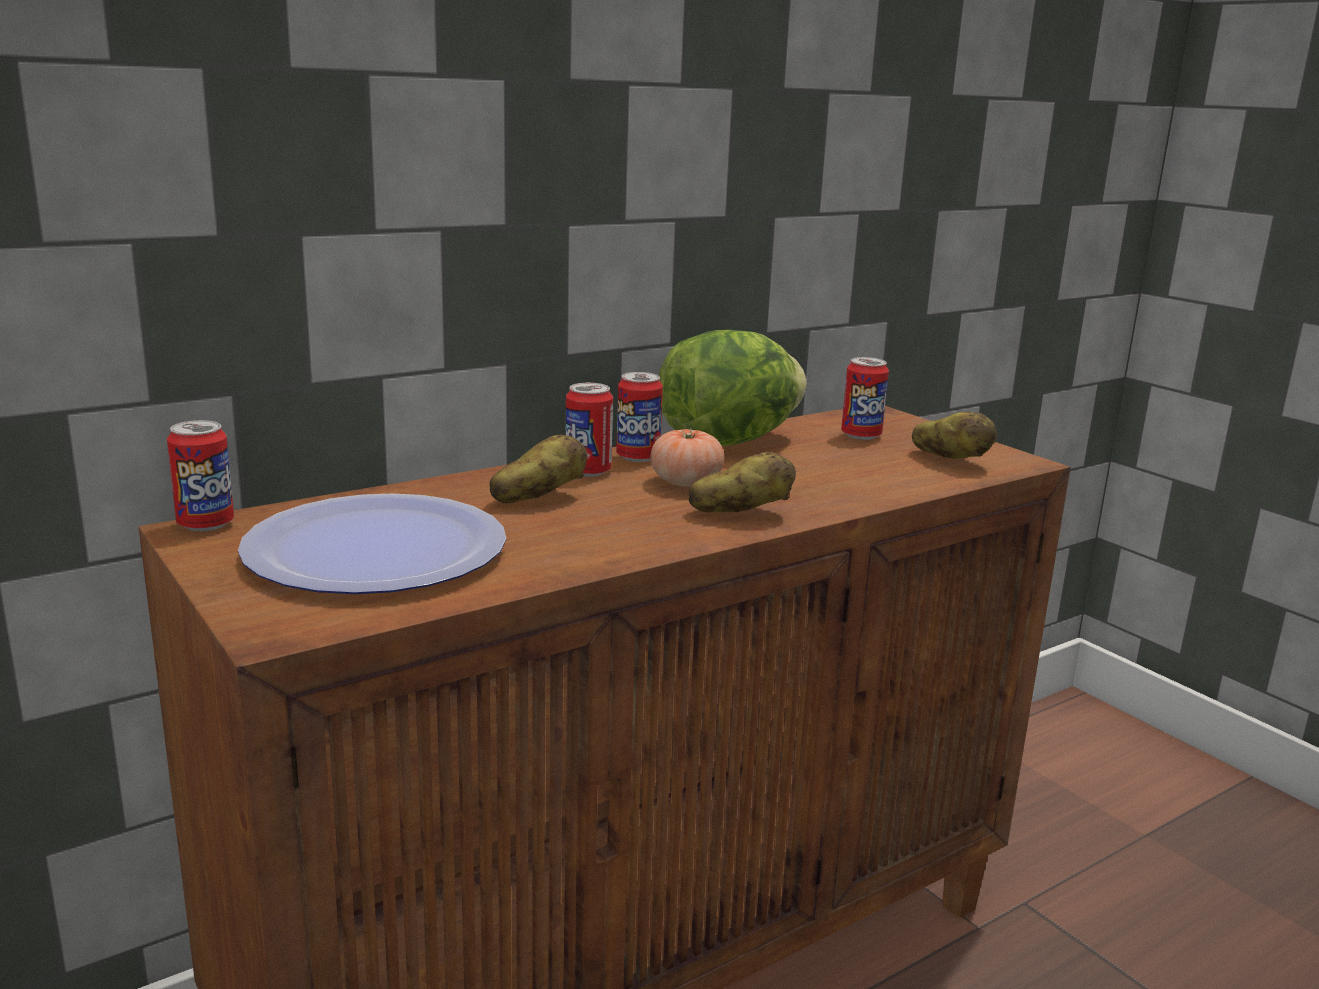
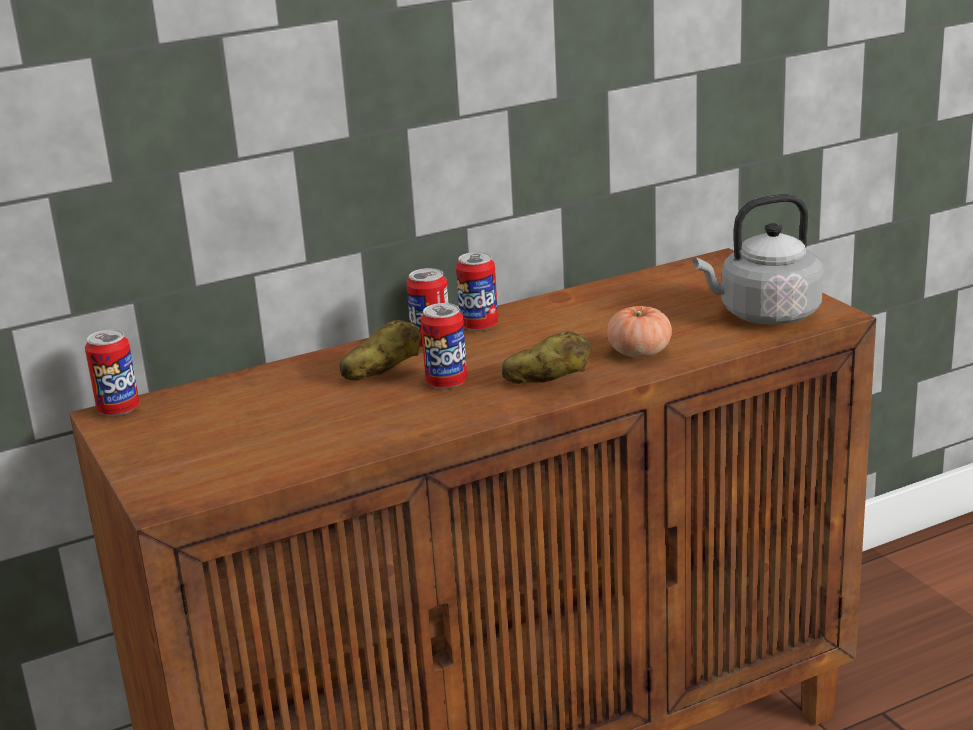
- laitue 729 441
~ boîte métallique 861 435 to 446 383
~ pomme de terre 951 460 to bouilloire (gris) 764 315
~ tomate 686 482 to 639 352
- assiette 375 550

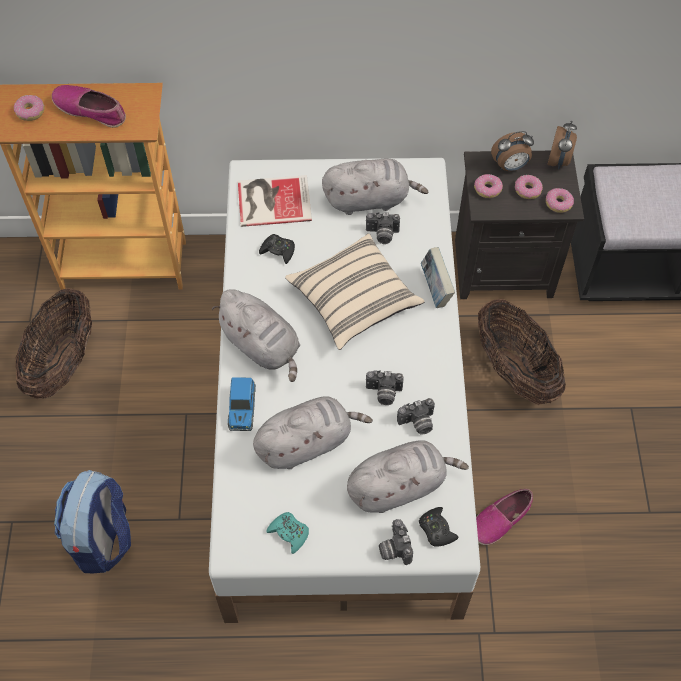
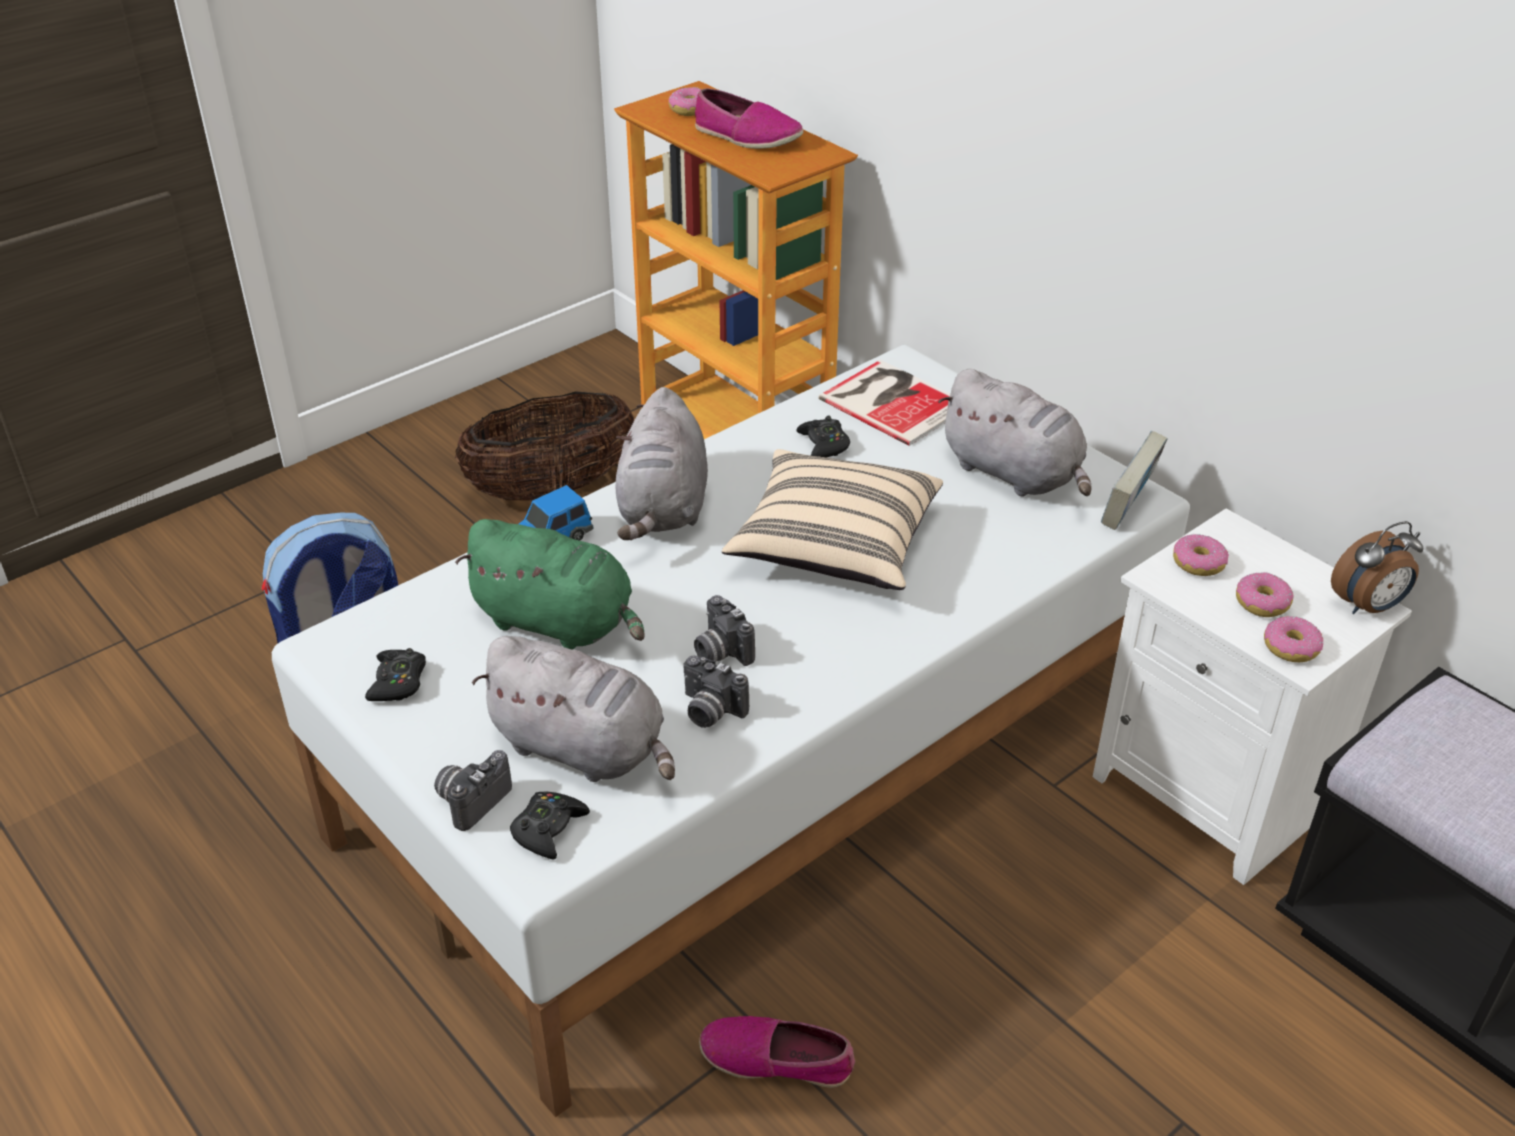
~ chaussure 91 110 = 747 136 135 degrees clockwise
- réveil 510 166
~ table de chevet (noir) 504 266 to table de chevet (blanc) 1215 793
- appareil photo 382 235
~ livre 435 289 to 1128 510
- panier 514 370
~ peluche (gris) 307 442 to peluche (vert) 559 623
~ manette (turquoise) 289 533 to manette (noir) 398 682

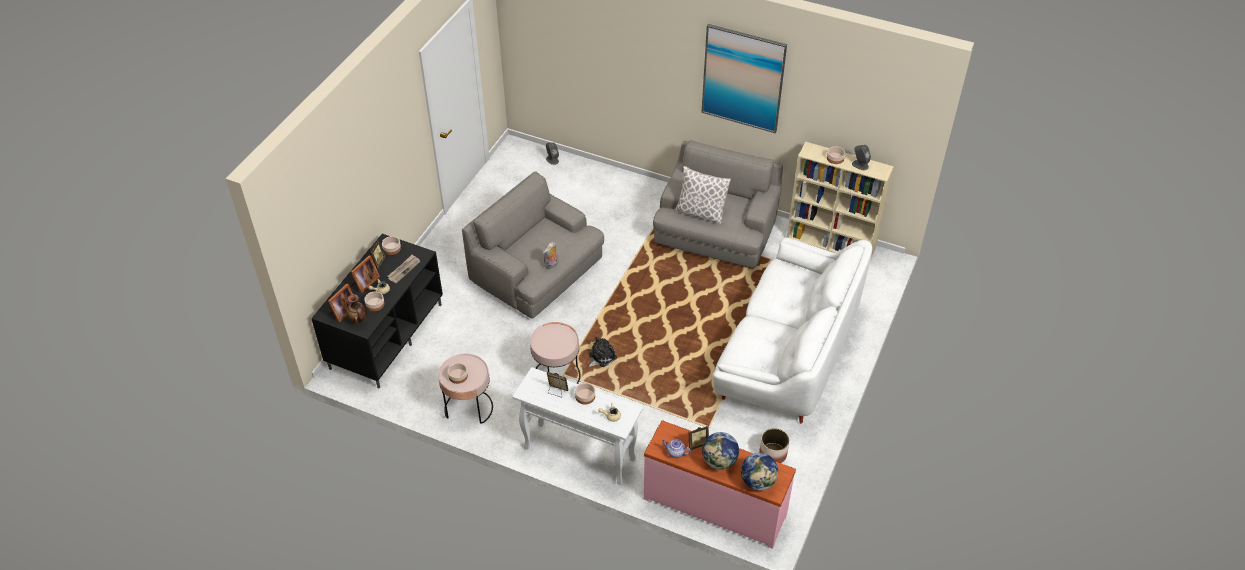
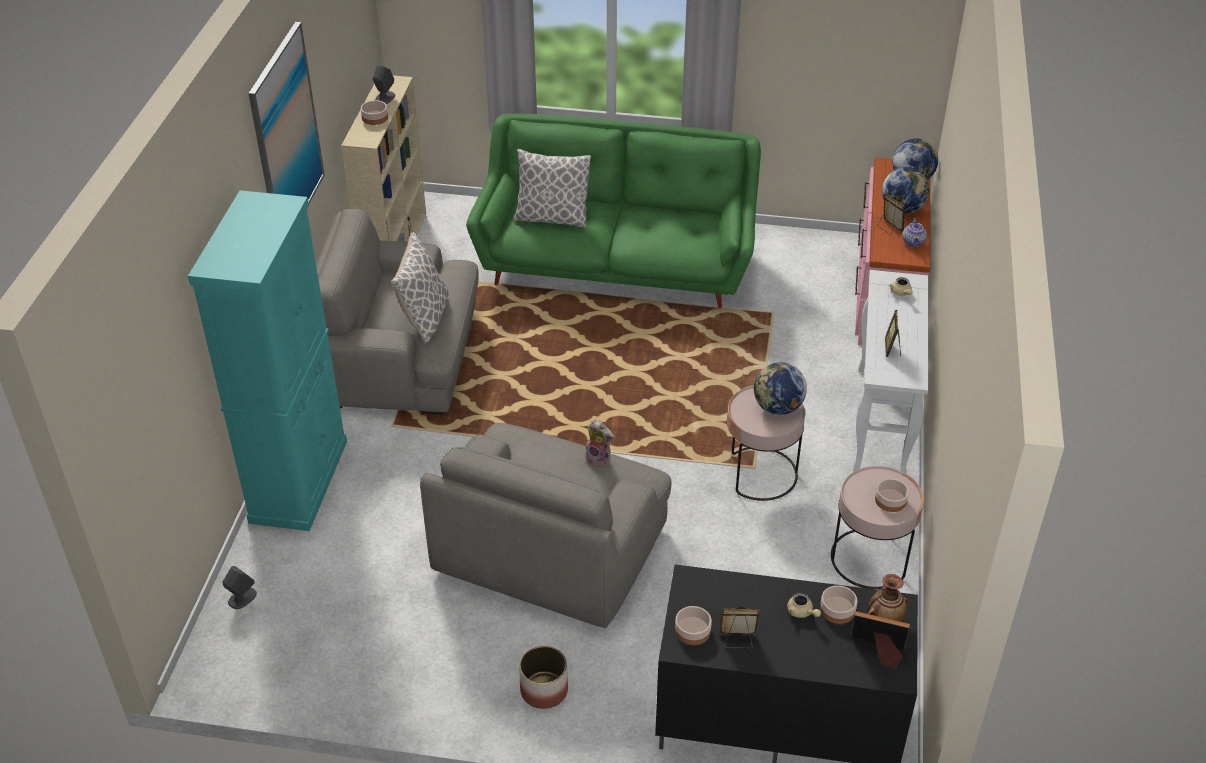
~ canapé (blanc) 787 353 to canapé (vert) 617 264
- journal 404 269
- cadre photo 365 283
- peluche 600 357
- bol 585 396
~ cache-pot 772 454 to 544 690
+ coussin 552 218
+ meuble de rangement (turquoise) 299 481
+ globe 777 407

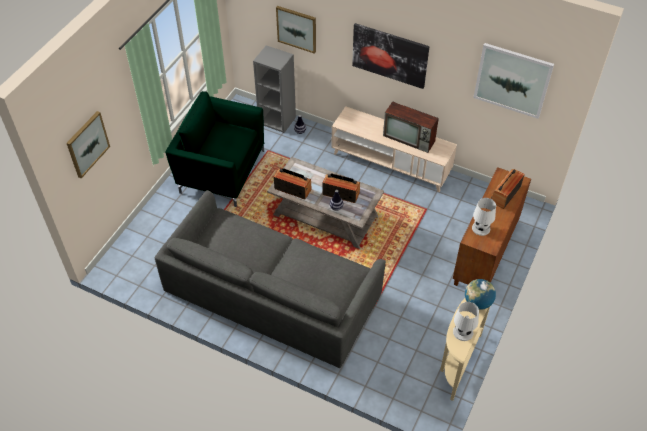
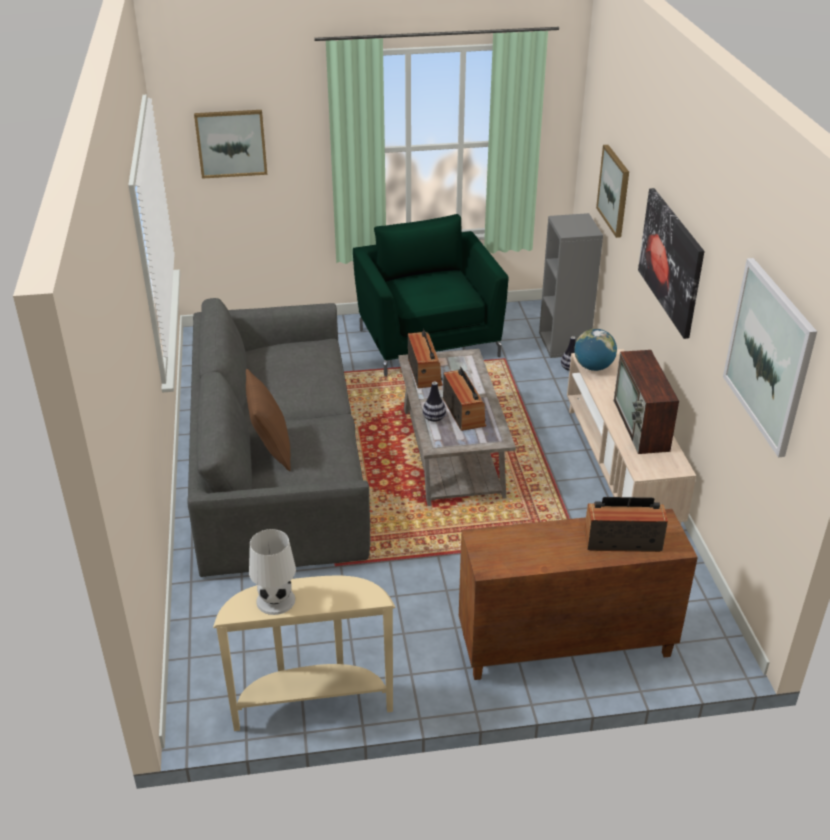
- lampe de table (blanc) 481 228
~ globe 478 302 to 593 367
+ coussin (marron) 271 449

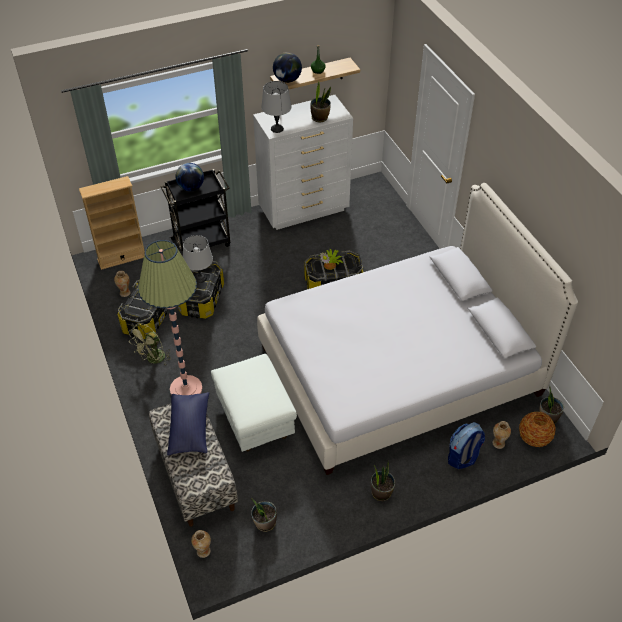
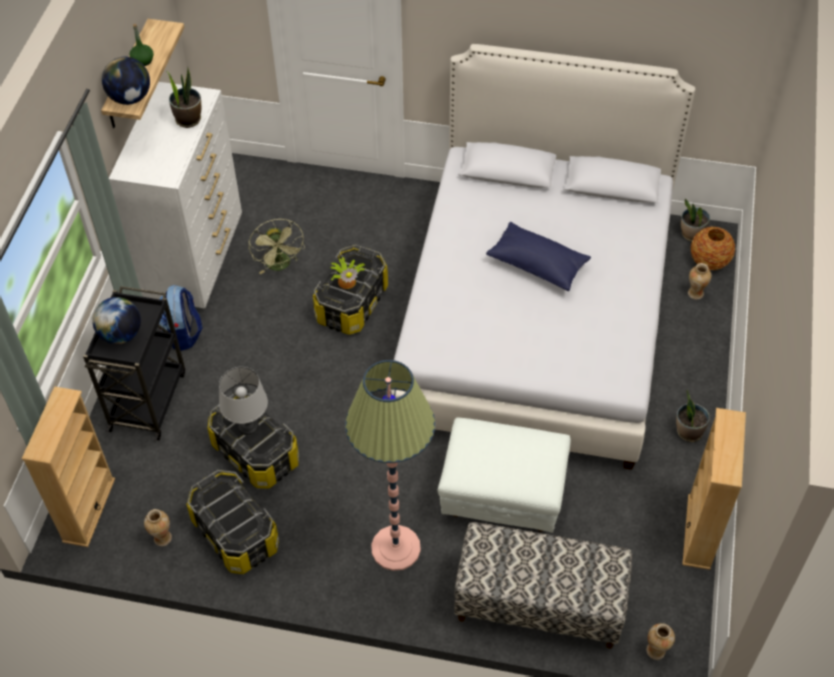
- lampe de table (gris) 277 129
~ ventilateur (vert) 153 360 to 280 266
~ coussin (bleu) 190 429 to 537 264
~ sac à dos 463 457 to 183 334
- plante en pot 265 523
+ bibliothèque (beige) 699 531

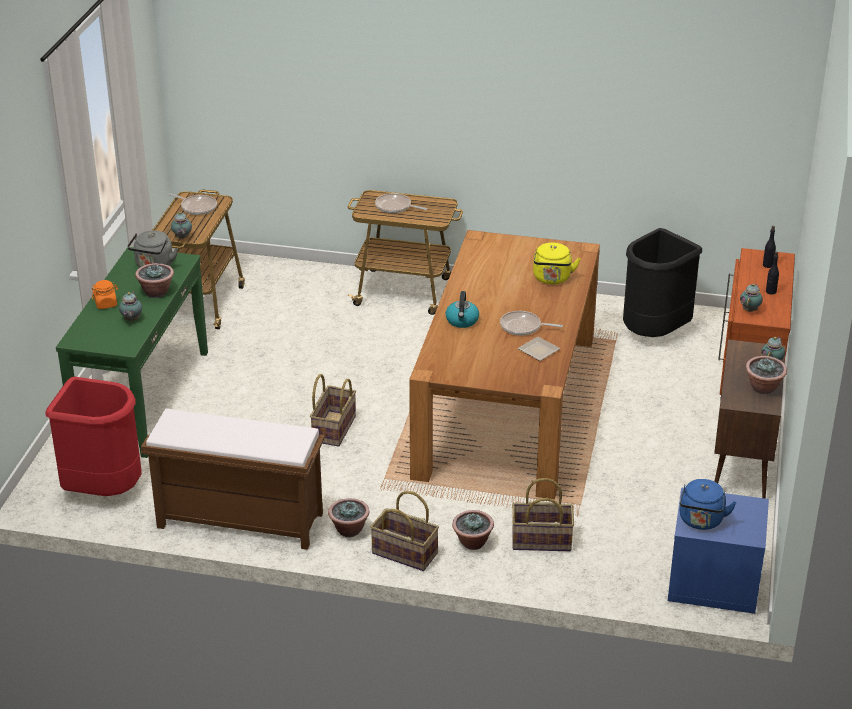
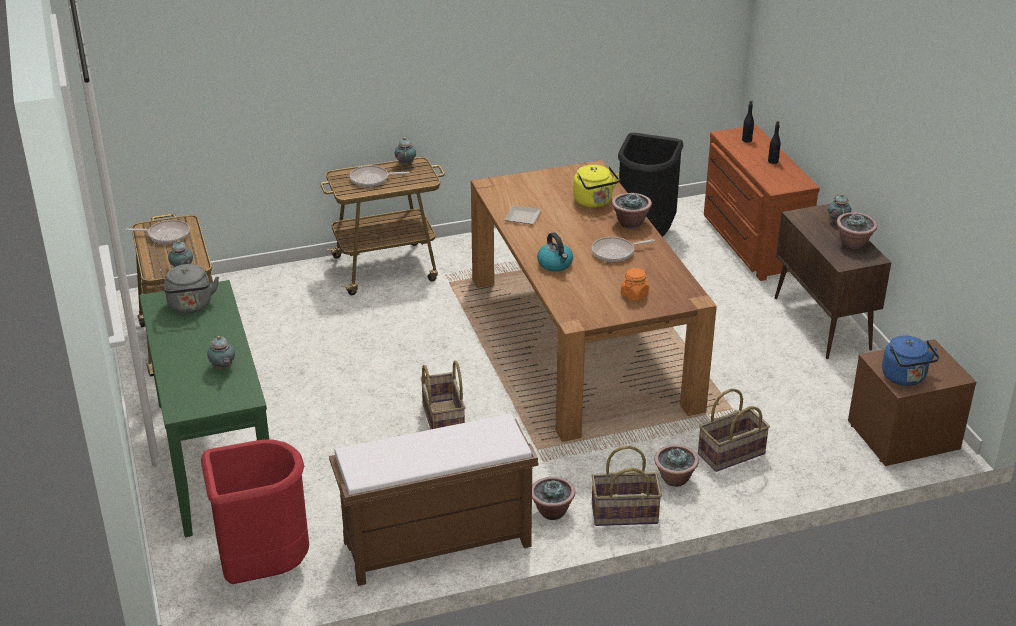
~ plante en pot 156 292 to 630 223
~ bocal (orange) 106 304 to 634 294
~ théière 750 309 to 406 164
~ assiette 538 351 to 523 217
~ table de chevet (bleu) 712 583 to table de chevet (marron) 903 436

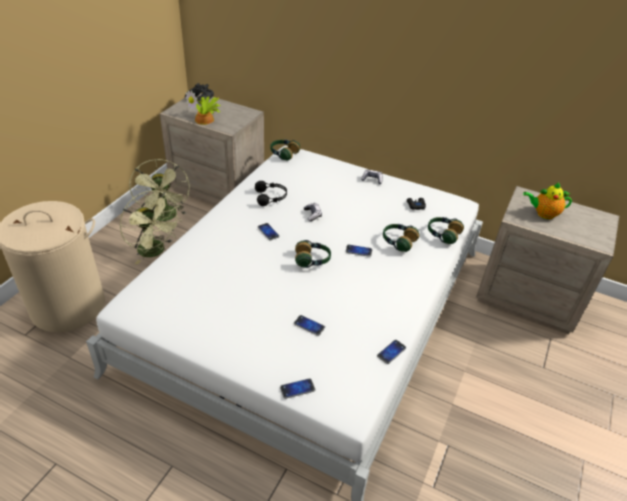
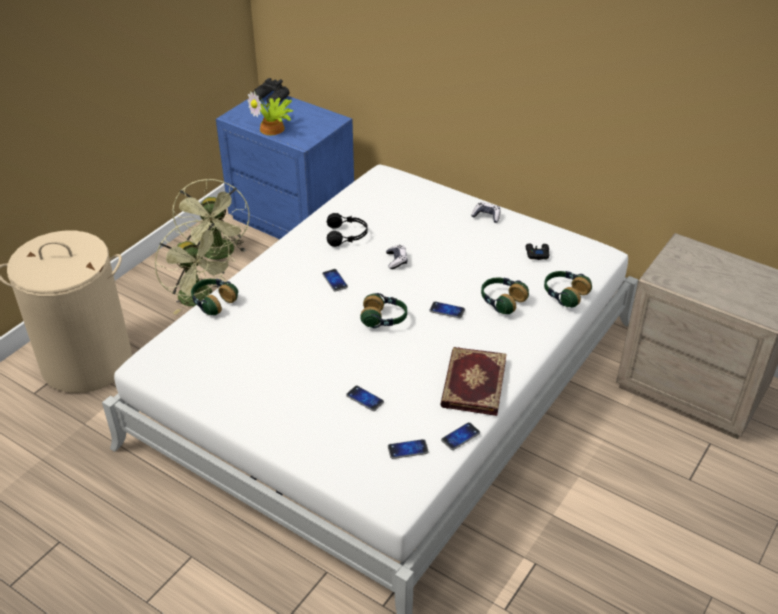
~ table de chevet (beige) 218 189 to table de chevet (bleu) 293 218
~ casque audio 283 154 to 213 302
- théière 543 214
~ téléphone 297 389 to 408 449
+ livre 472 383

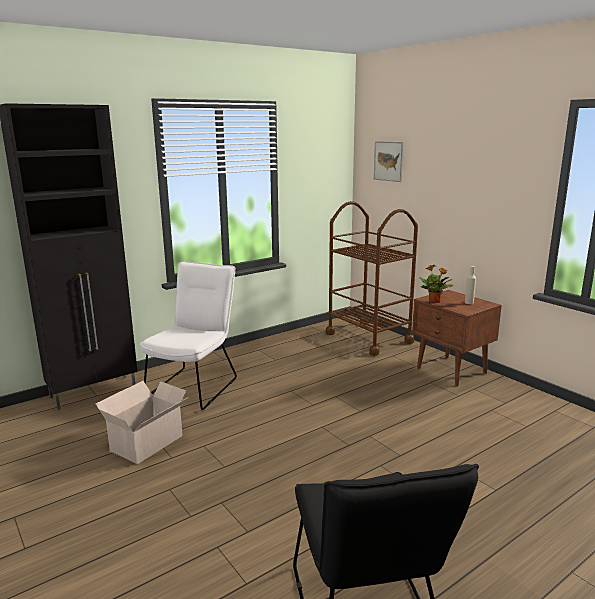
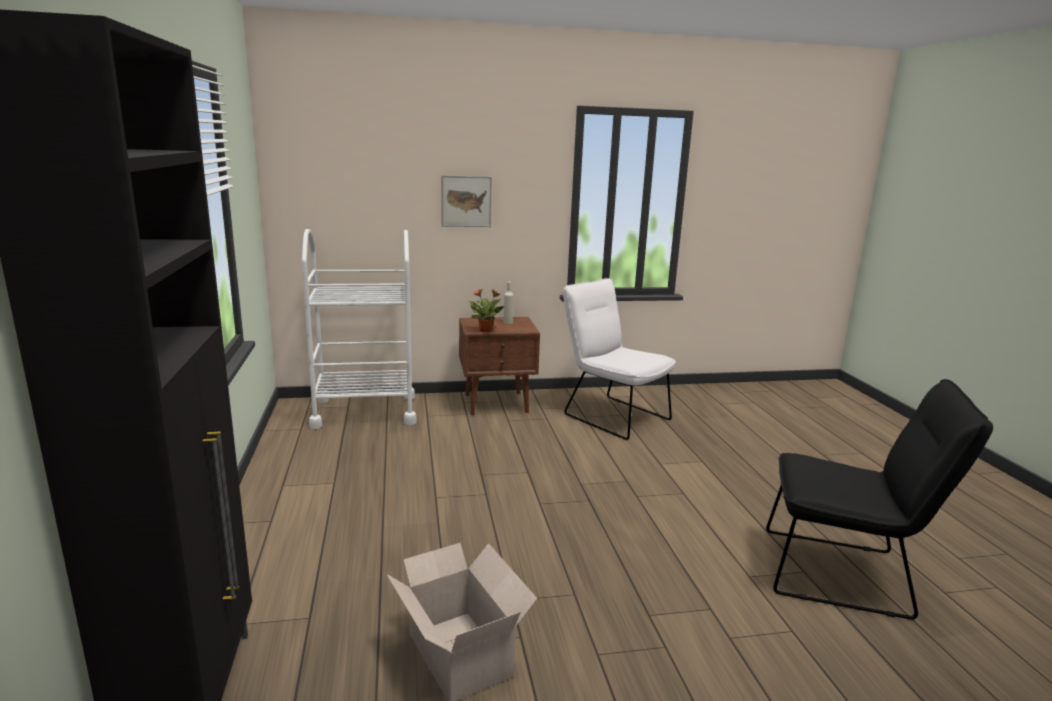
~ tableau 388 161 to 466 201
~ chariot (marron) 368 338 to chariot (blanc) 365 411
~ chaise (blanc) 195 385 to 611 415

